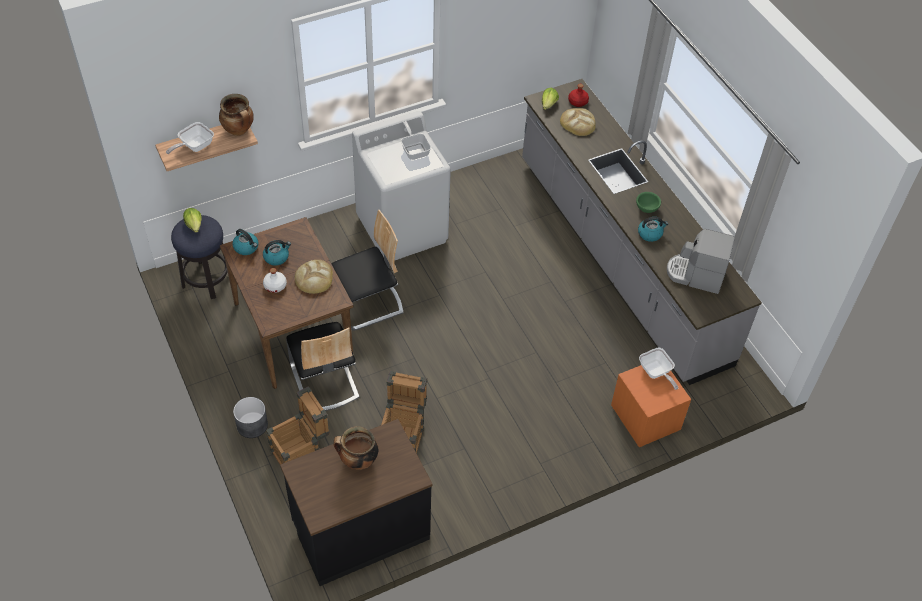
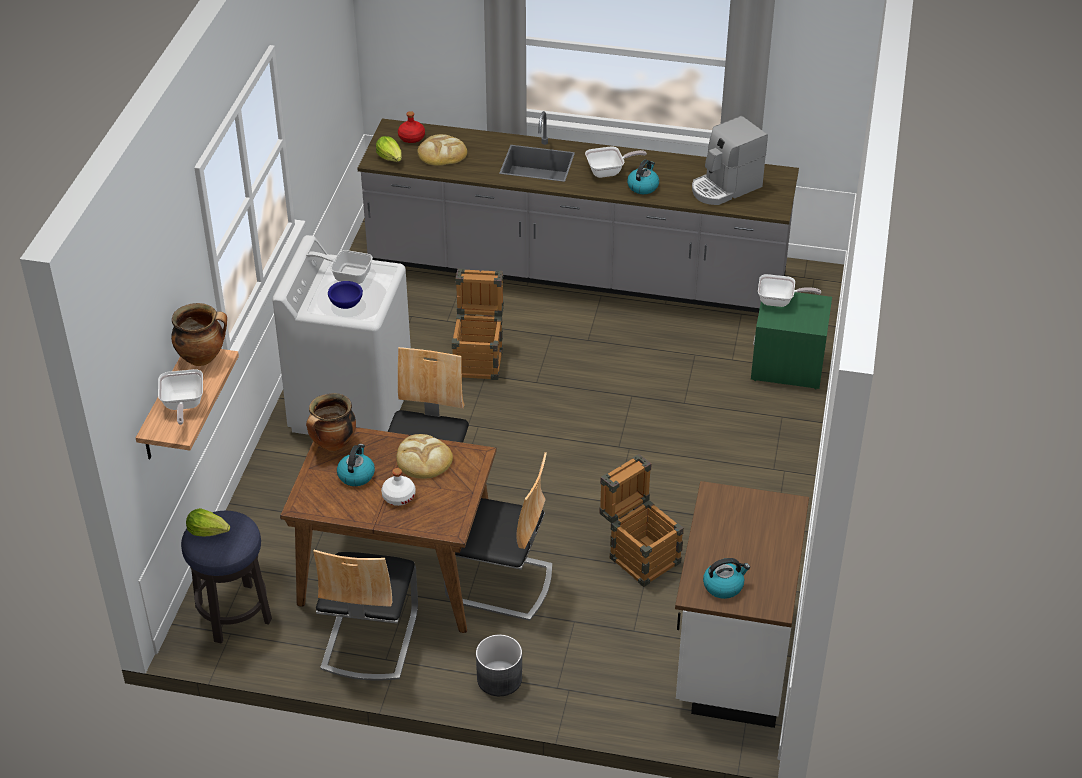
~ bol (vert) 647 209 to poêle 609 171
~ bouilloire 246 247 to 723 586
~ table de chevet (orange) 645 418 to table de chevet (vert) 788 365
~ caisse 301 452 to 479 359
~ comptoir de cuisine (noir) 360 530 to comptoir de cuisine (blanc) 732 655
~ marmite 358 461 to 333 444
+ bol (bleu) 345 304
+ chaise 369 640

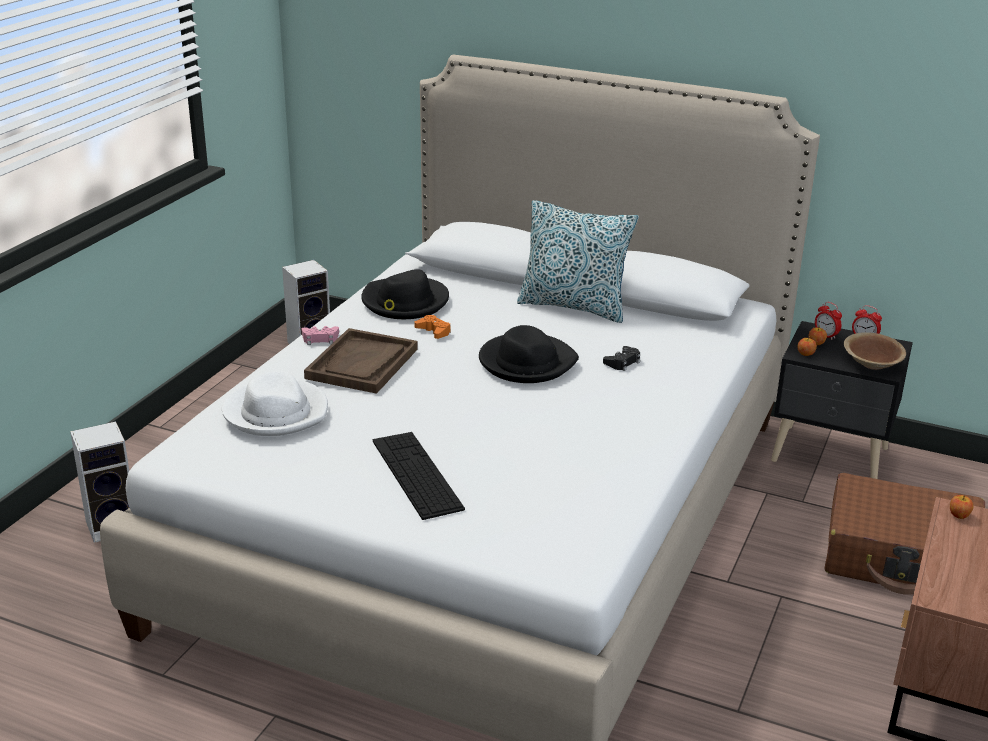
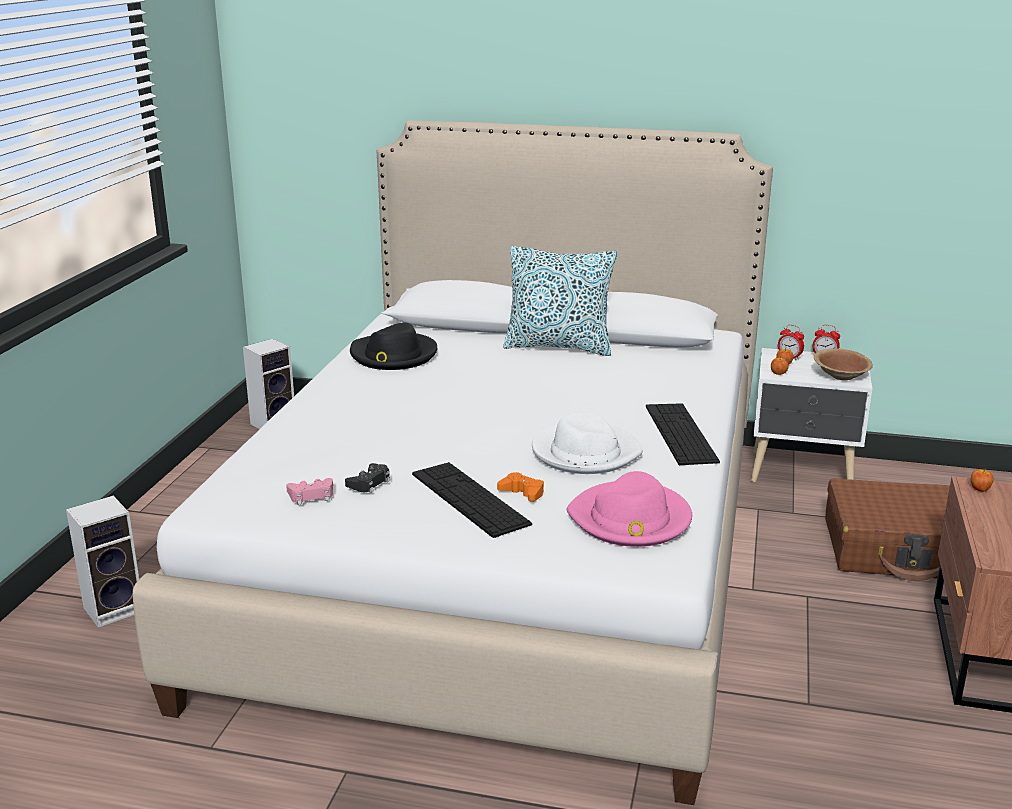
~ manette (orange) 433 331 to 522 492
~ table de chevet (noir) 831 456 to table de chevet (blanc) 803 473
- chapeau (noir) 526 362
~ manette (rose) 320 339 to 311 495
- plateau (marron) 362 364
~ manette (noir) 622 362 to 369 483
~ chapeau (blanc) 276 412 to 585 453
+ clavier 680 433
+ chapeau (rose) 630 520

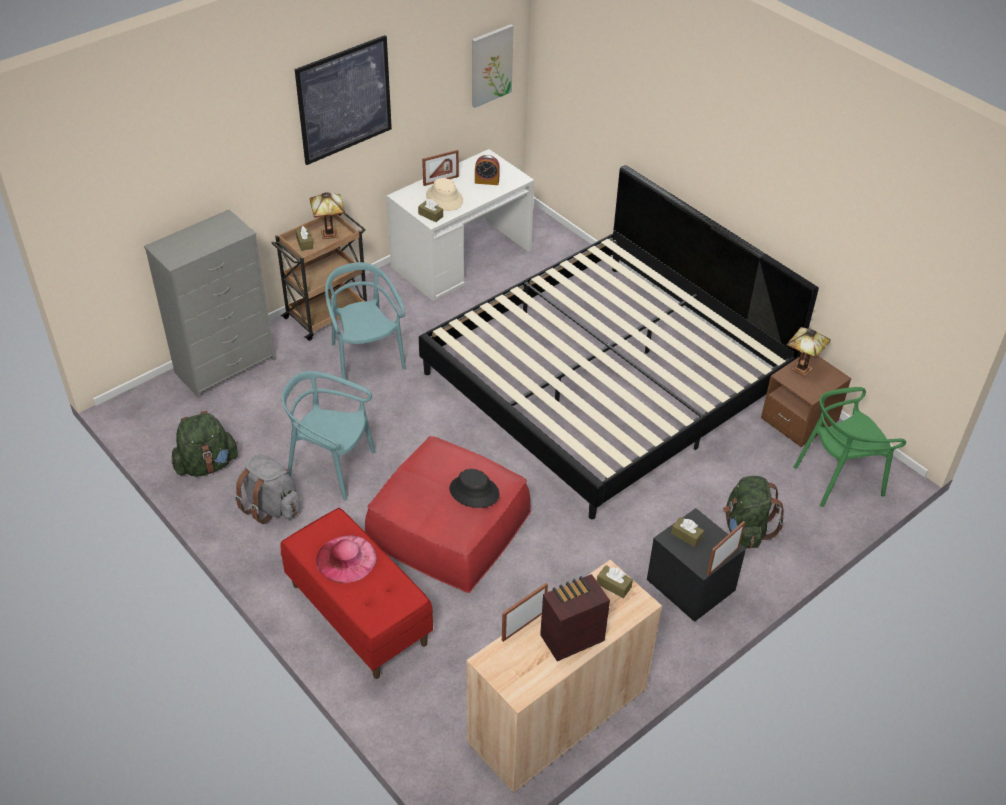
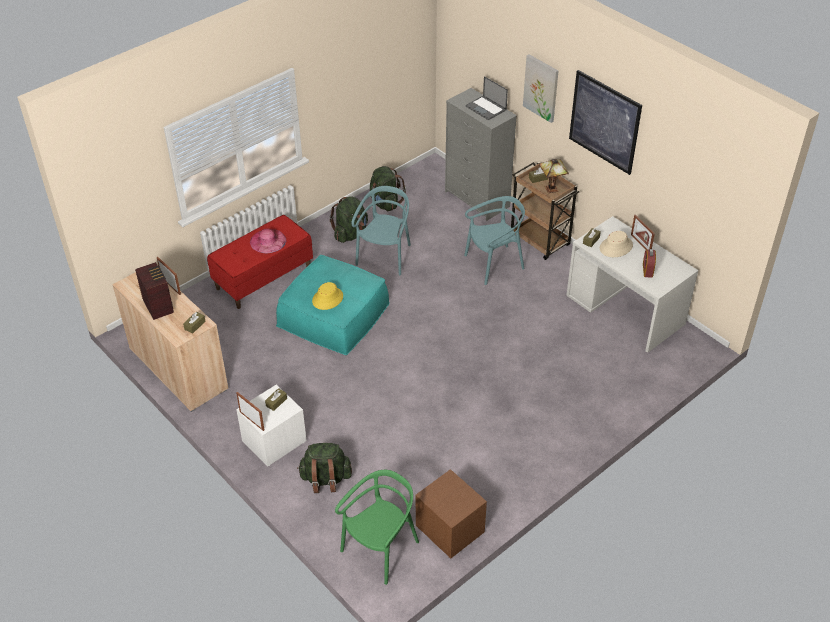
~ tableau 491 65 to 541 88
- lit 606 380
- lampe de table 801 370
~ chaise (vert) 838 478 = 381 549 60 degrees clockwise
~ pouf (rouge) 448 525 to pouf (turquoise) 333 314
~ sac à dos (gris) 271 506 to sac à dos (vert) 350 233
~ chapeau (noir) 474 492 to chapeau (jaune) 327 299
~ table de chevet (noir) 690 586 to table de chevet (blanc) 274 441
+ ordinateur portable 486 108

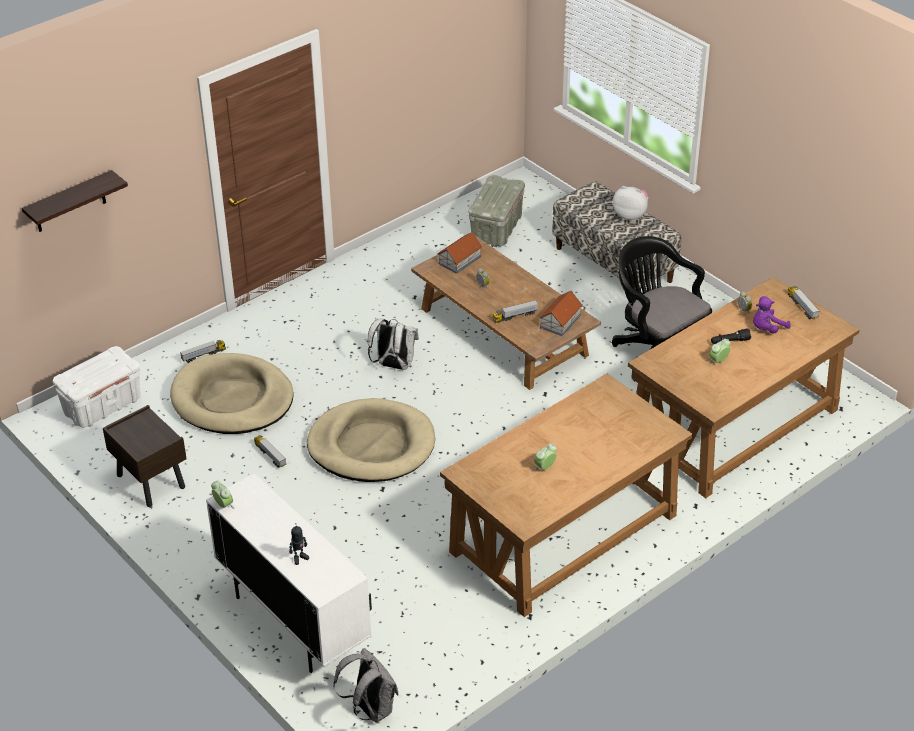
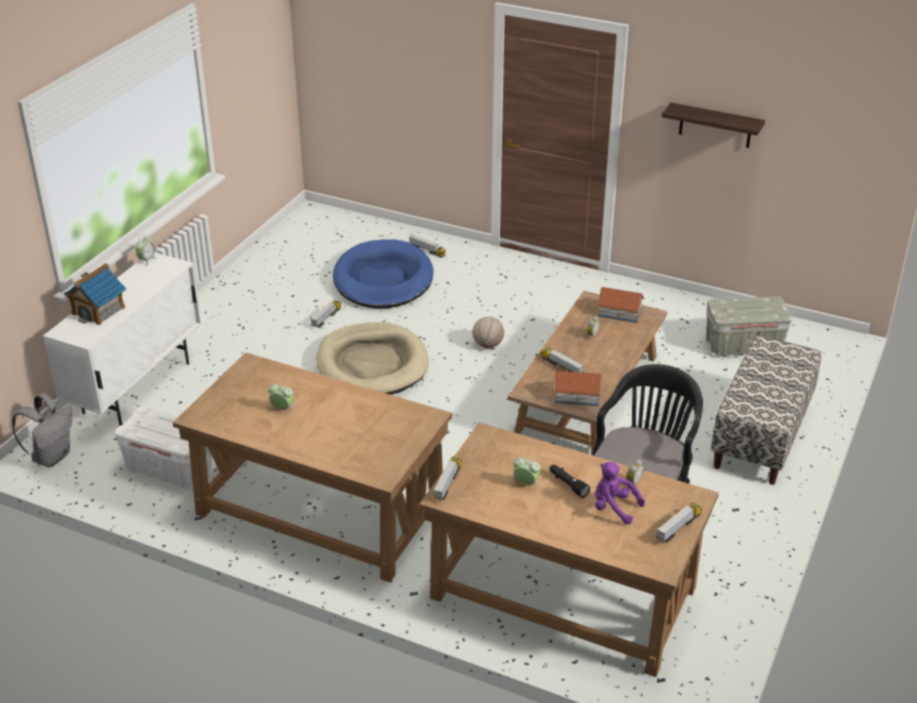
~ étagère 70 202 to 715 125
- peluche 630 215
~ sac à dos (blanc) 393 365 to ballon de basket 487 345
~ boîte de rangement (blanc) 102 405 to 170 468
~ panier pour chien (beige) 232 399 to panier pour chien (bleu) 383 280
- table de chevet (marron) 150 481
~ robot jouet 299 558 to maison miniature 99 310
+ camion jouet 447 483

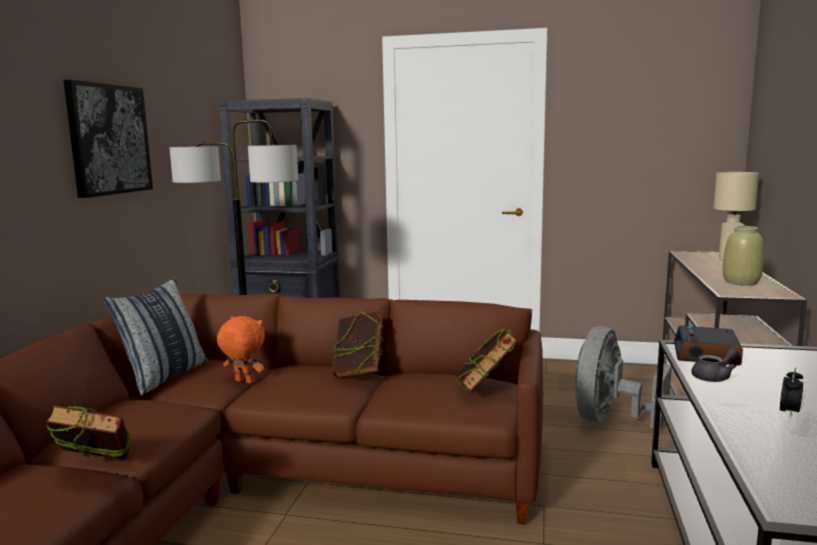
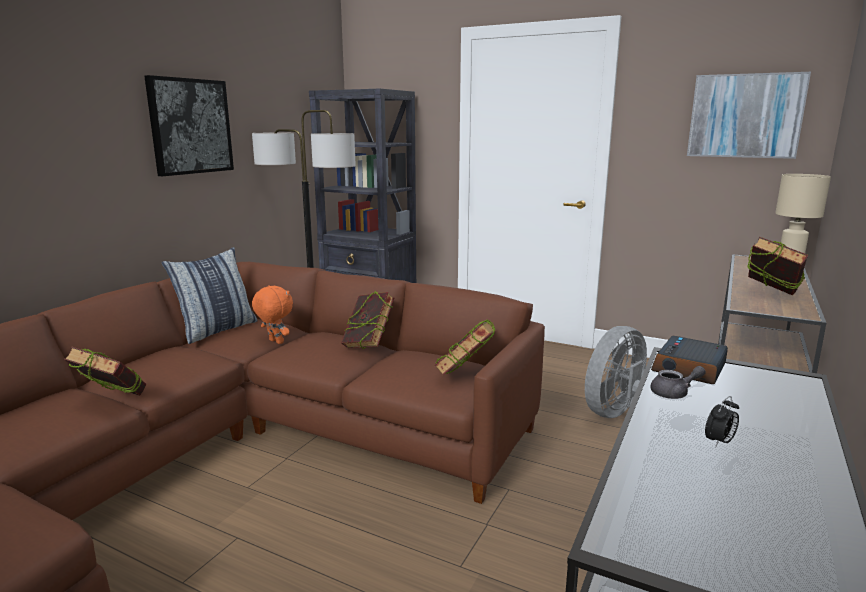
~ vase (beige) 740 282 to livre 771 296
+ tableau 745 116

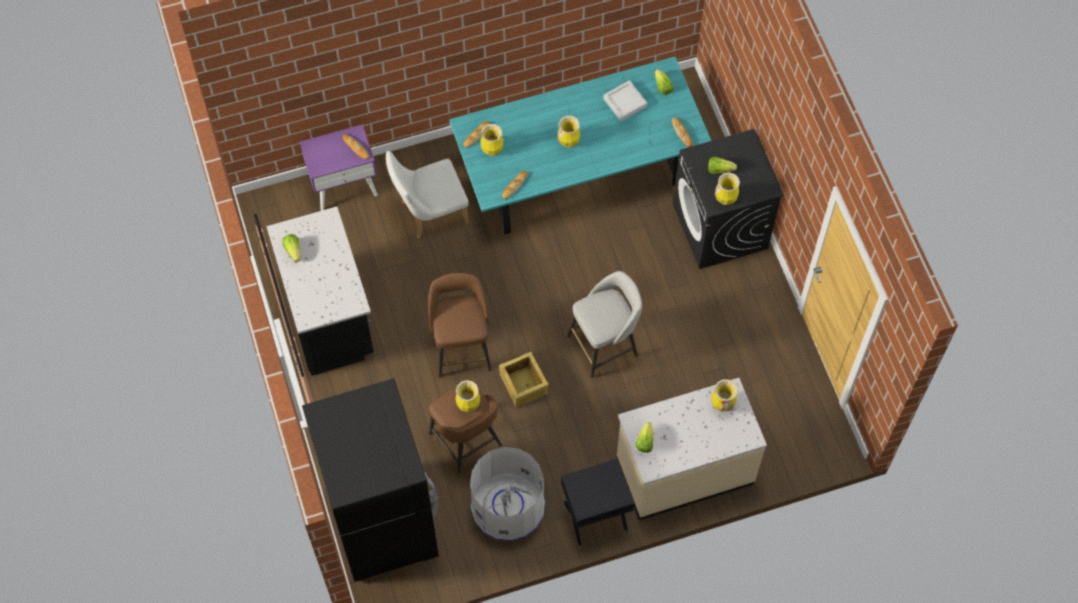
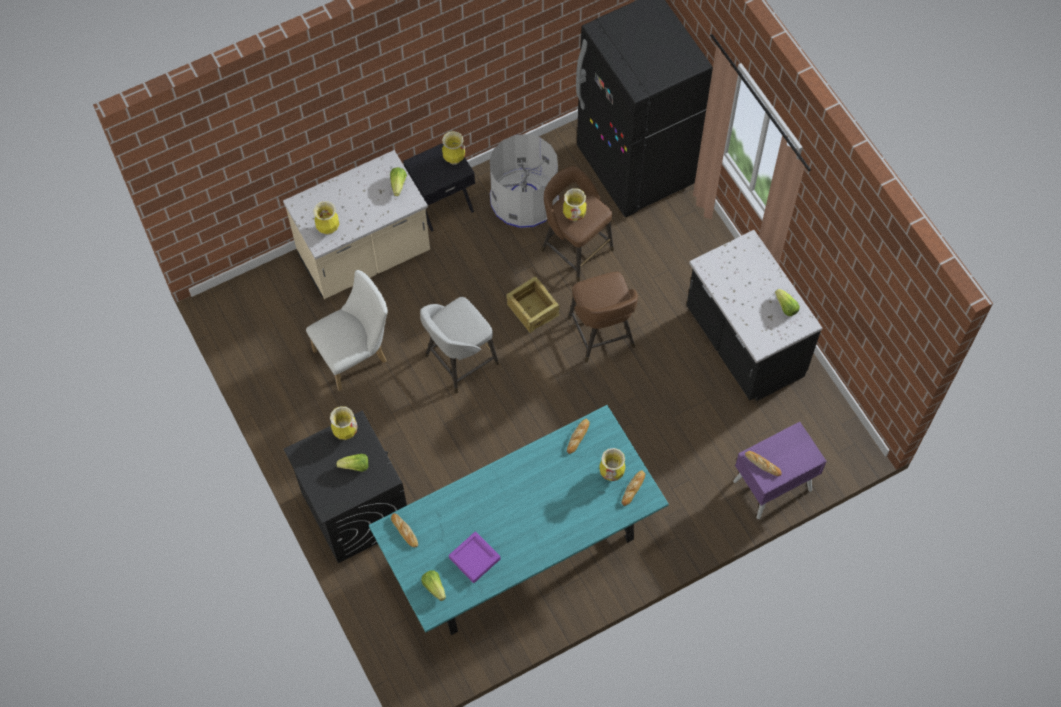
~ plateau (gris) 625 102 to plateau (violet) 474 558
~ vase 568 142 to 454 159
~ chaise (blanc) 429 213 to 355 354

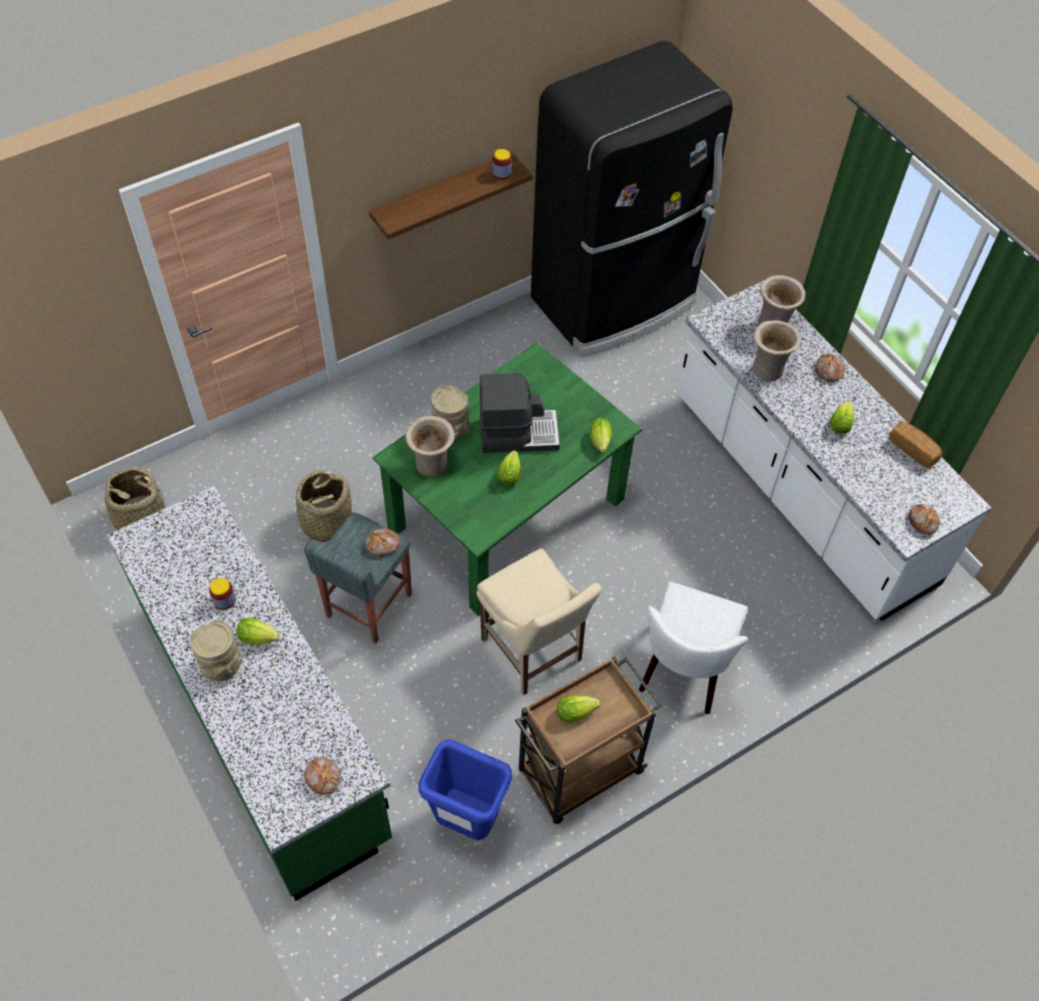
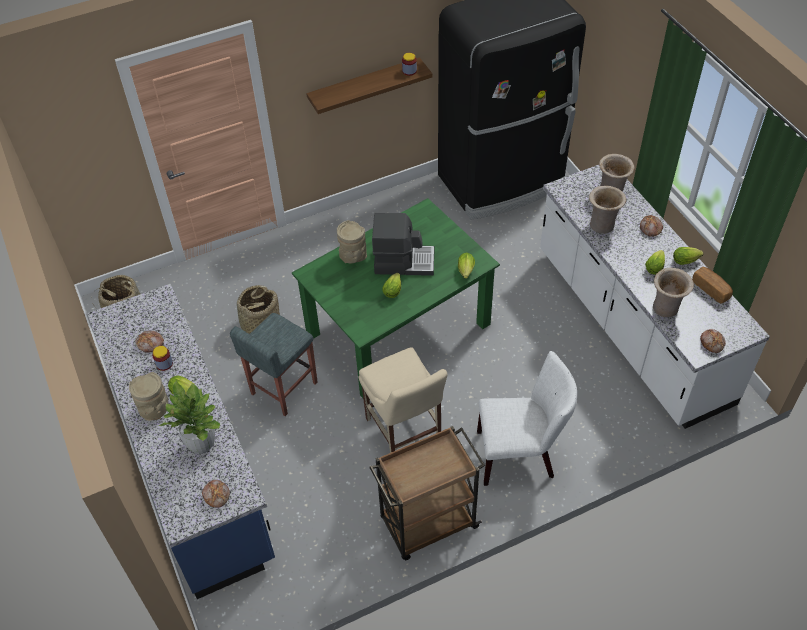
~ vase (beige) 432 465 to 666 309
~ comptoir de cuisine (vert) 265 720 to comptoir de cuisine (bleu) 194 465
~ pain 382 545 to 150 344
~ chaise (blanc) 684 671 = 520 454 120 degrees counterclockwise
~ laitue 578 712 to 686 260
- poubelle (bleu) 466 820
+ plante en pot 201 444

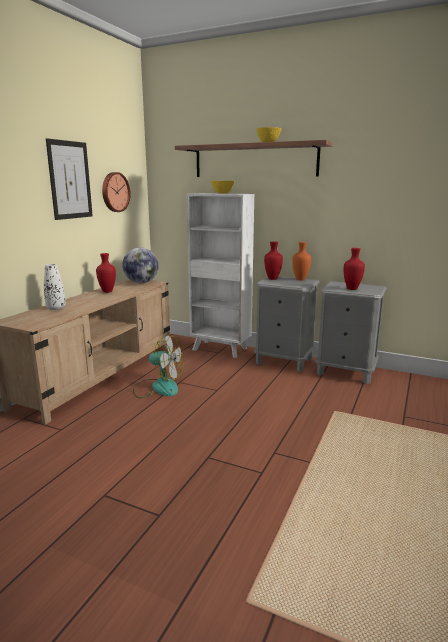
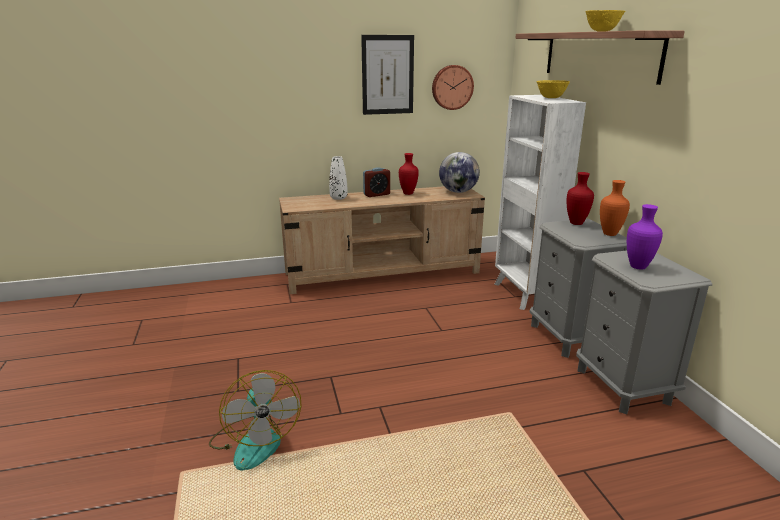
~ vase (rouge) 351 289 to vase (violet) 637 267
~ ventilateur 158 387 to 255 441
+ réveil 376 194

